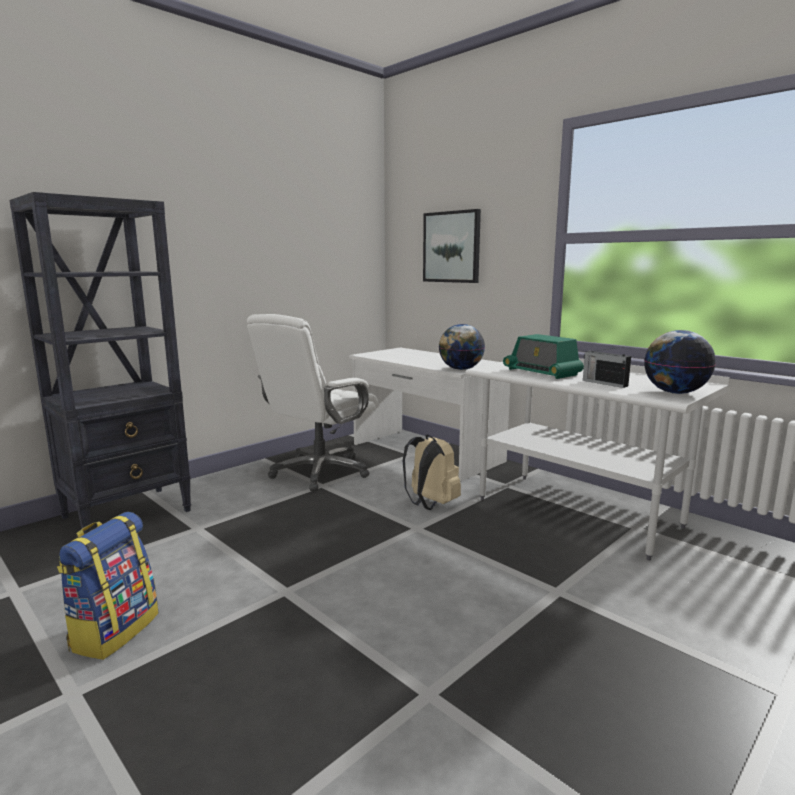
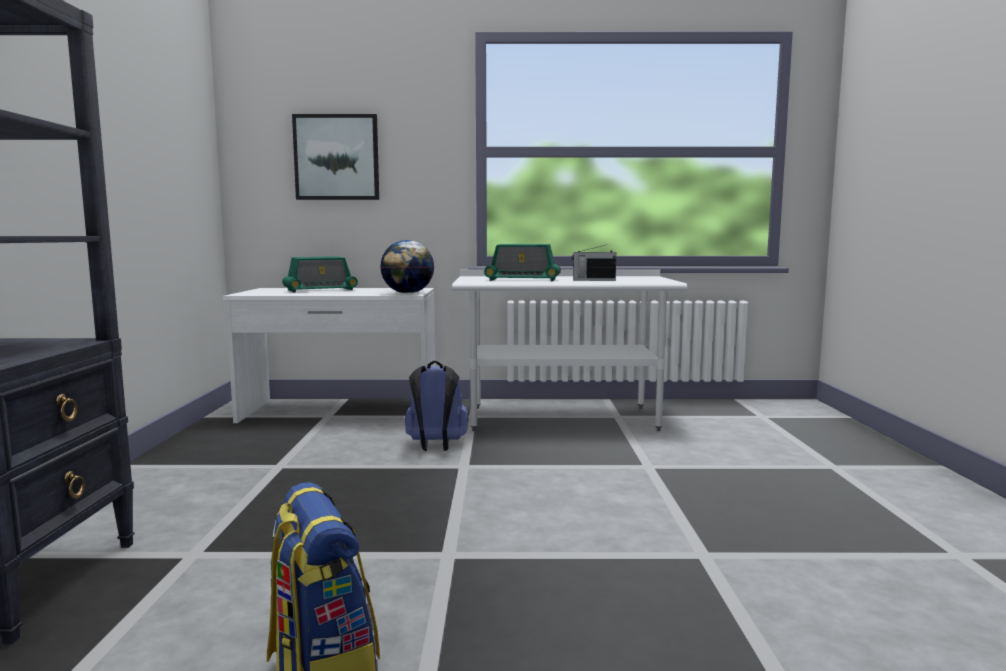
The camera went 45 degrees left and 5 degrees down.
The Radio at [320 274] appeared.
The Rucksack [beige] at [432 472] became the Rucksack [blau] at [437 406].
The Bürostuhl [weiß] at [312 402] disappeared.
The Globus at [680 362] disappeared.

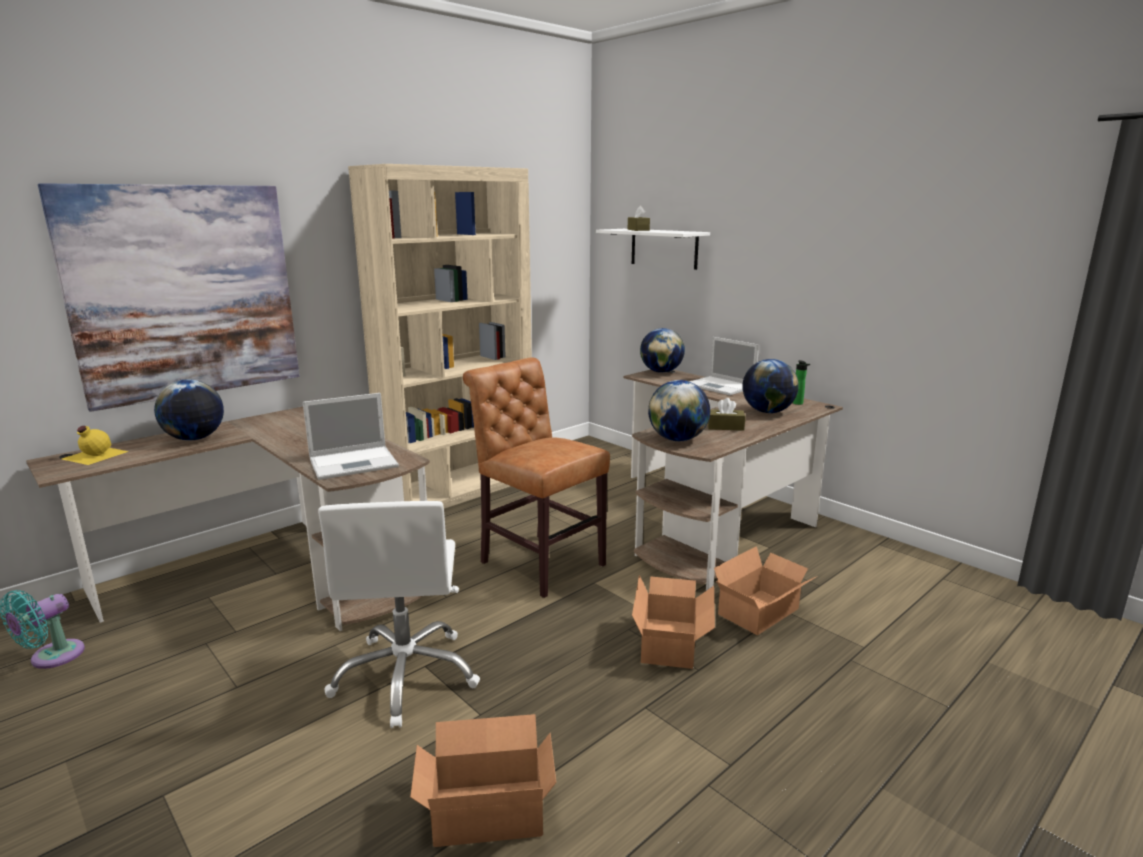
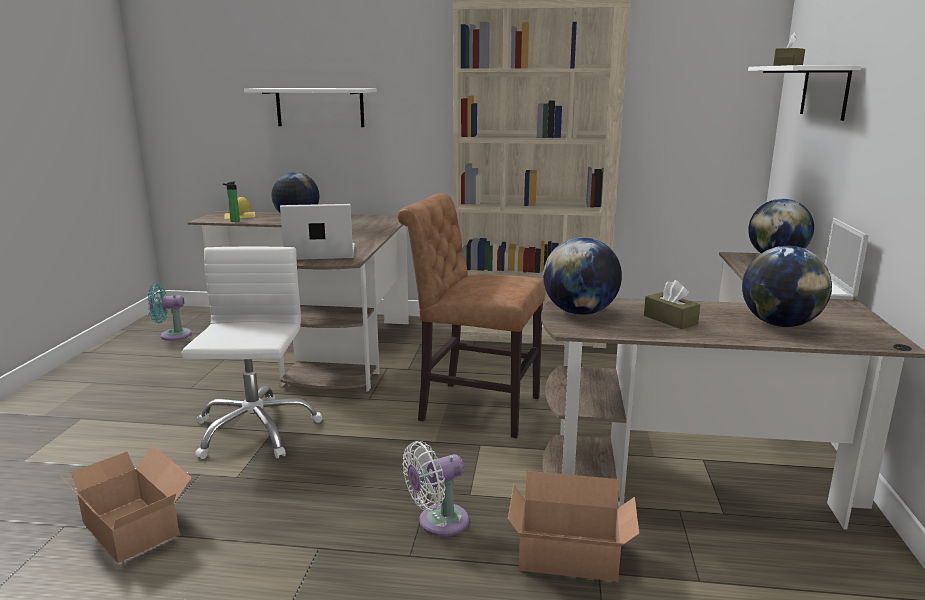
The camera went 50 degrees right and 0 degrees up.
The Bürostuhl [weiß] at [399 614] turned 135 degrees clockwise.
The Flasche moved from [801 382] to [231 201].
The Bild at [169 297] was replaced by the Wandregal [weiß] at [310 107].
The Laptop at [351 436] turned 150 degrees clockwise.
The Stuhl [braun] at [536 477] turned 75 degrees counterclockwise.
The Karton at [673 622] was replaced by the Ventilator [weiß] at [436 489].

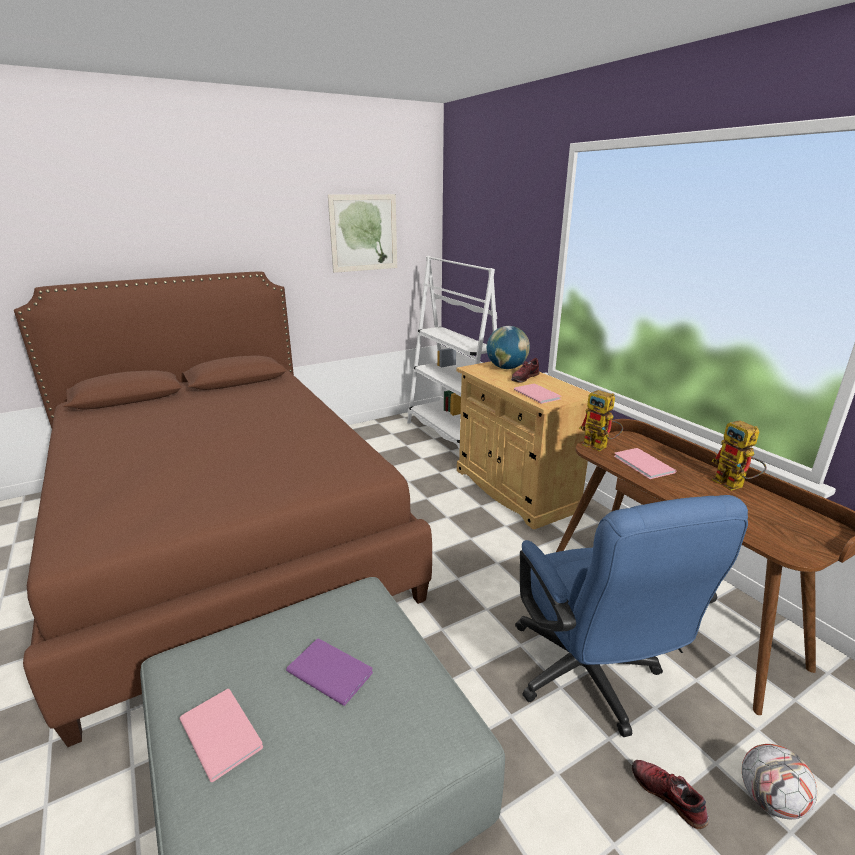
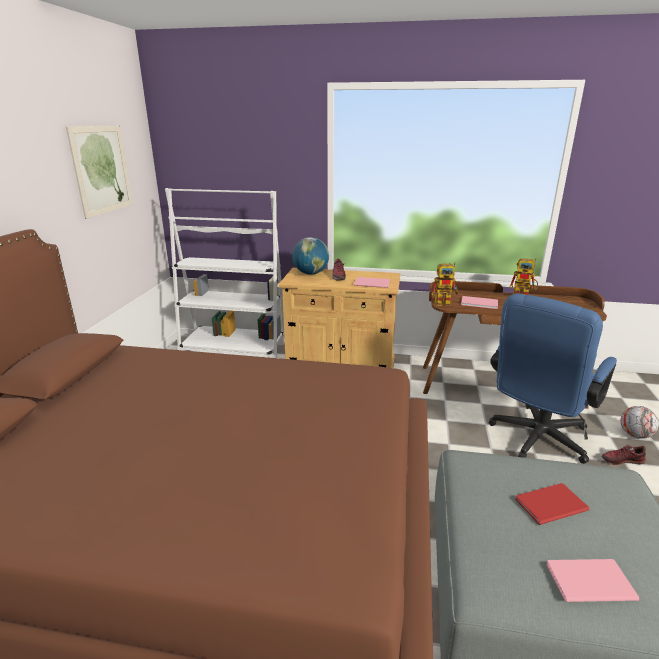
The camera went 50 degrees left and 0 degrees up.
The Bürostuhl [blau] at [631 616] turned 105 degrees clockwise.
The Buch [lila] at [329 672] became the Buch [rot] at [552 504].

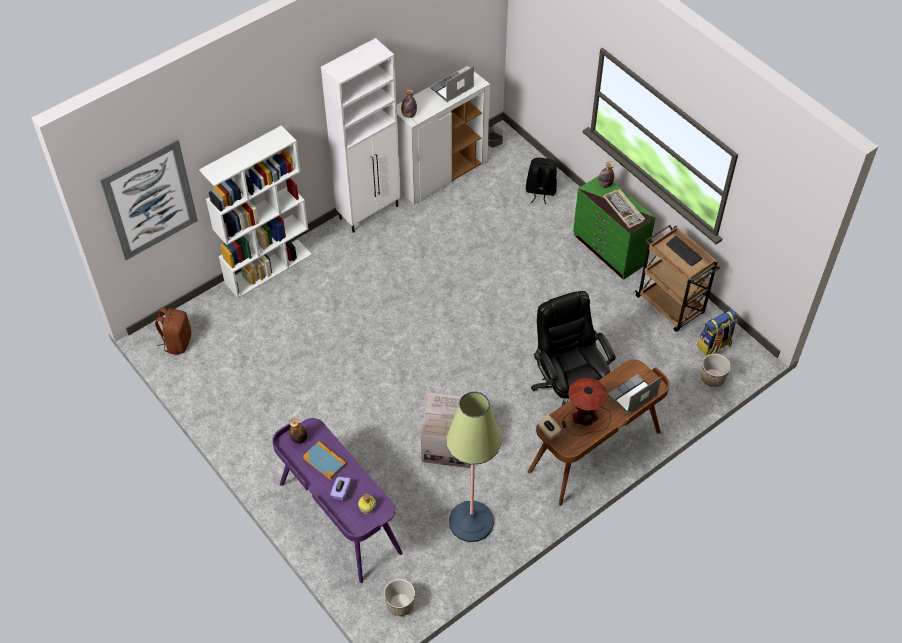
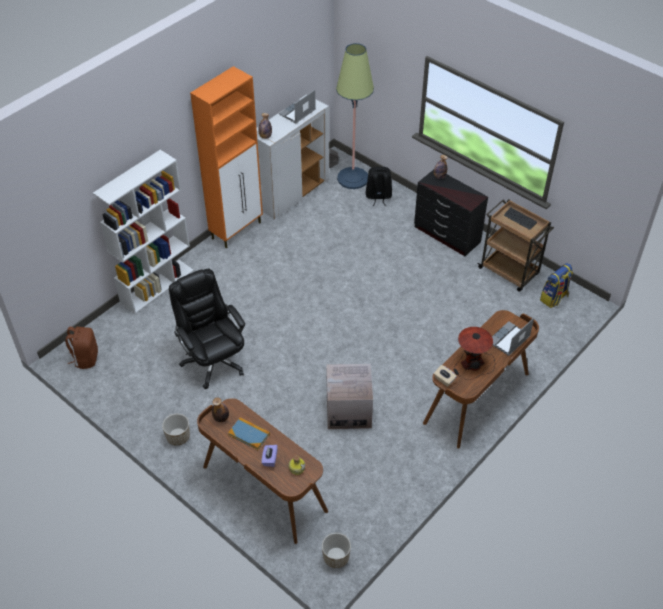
The camera went 10 degrees left and 5 degrees down.
The Pflanzkübel moved from [715 370] to [176 429].
The Bürostuhl [schwarz] moved from [573 348] to [207 329].
The Schrank [weiß] at [361 135] became the Schrank [orange] at [226 157].
The Schreibtisch [lila] at [337 500] became the Schreibtisch [braun] at [262 471].
The Stehlampe moved from [473 467] to [355 116].
The Kommode [grün] at [614 228] became the Kommode [schwarz] at [451 213].
The Bild at [149 199] disappeared.
The Tastatur at [624 208] disappeared.

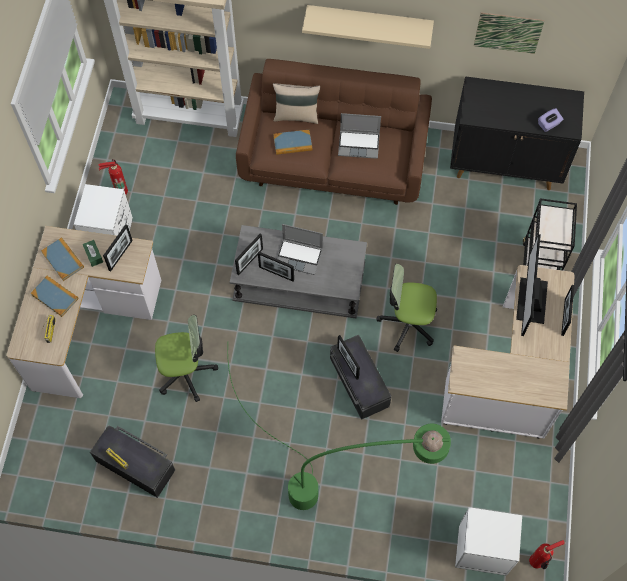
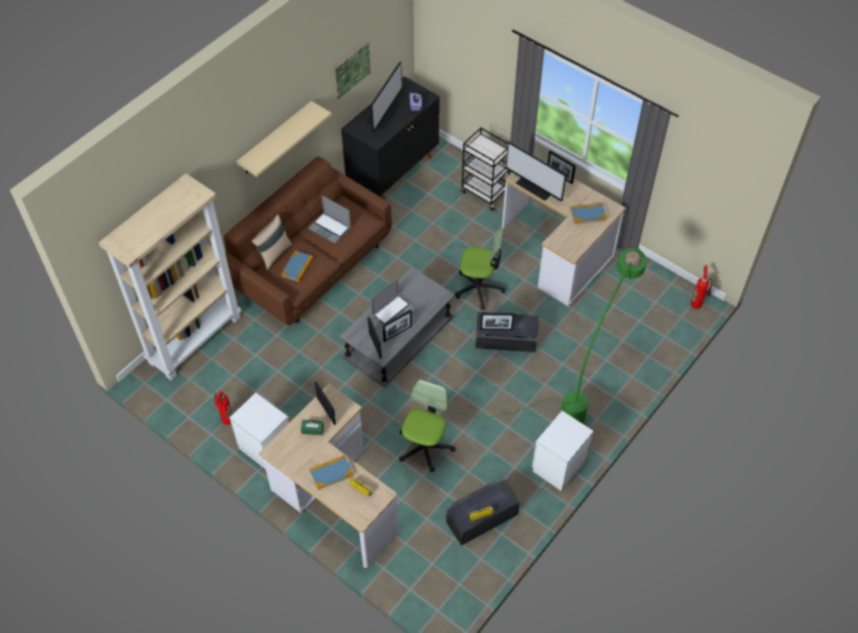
The camera went 60 degrees left and 10 degrees down.
The Laptop at [359 136] turned 90 degrees clockwise.
The Monitor at [384 97] appeared.
The Bürostuhl at [406 308] turned 120 degrees counterclockwise.
The Nachttisch [weiß] moved from [488 541] to [562 451].
The Buch moved from [62 259] to [589 213].

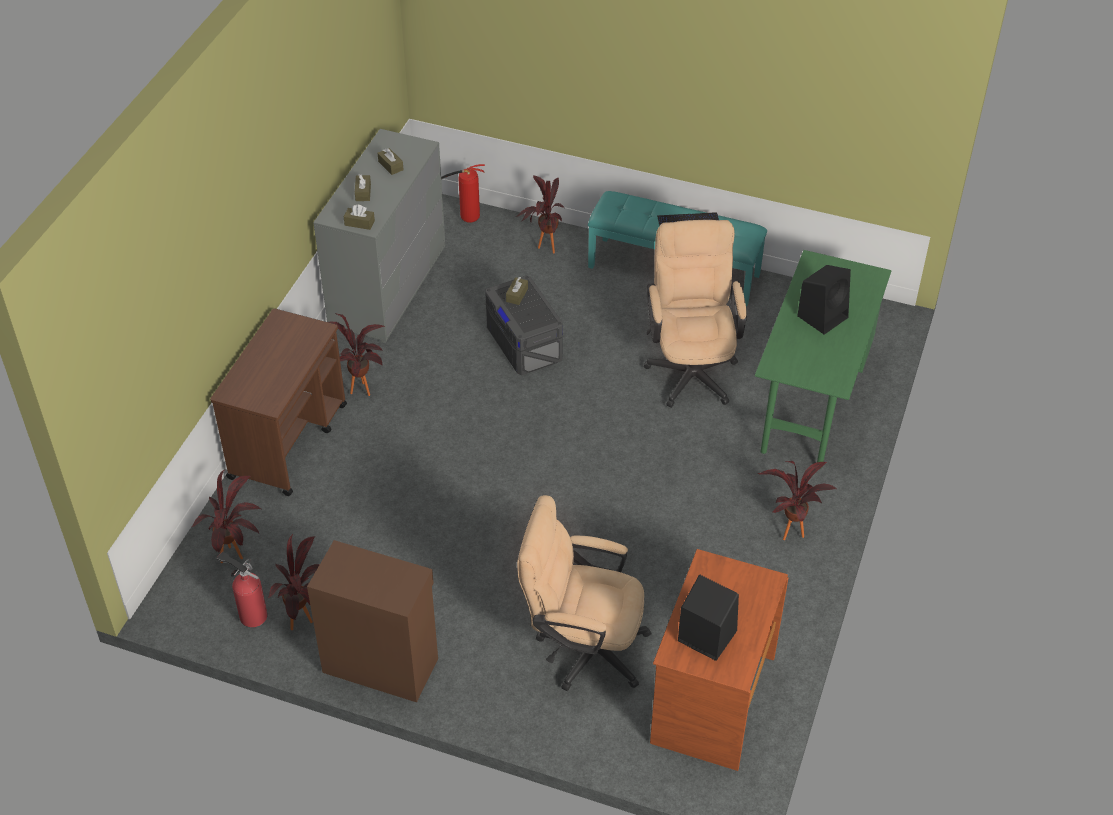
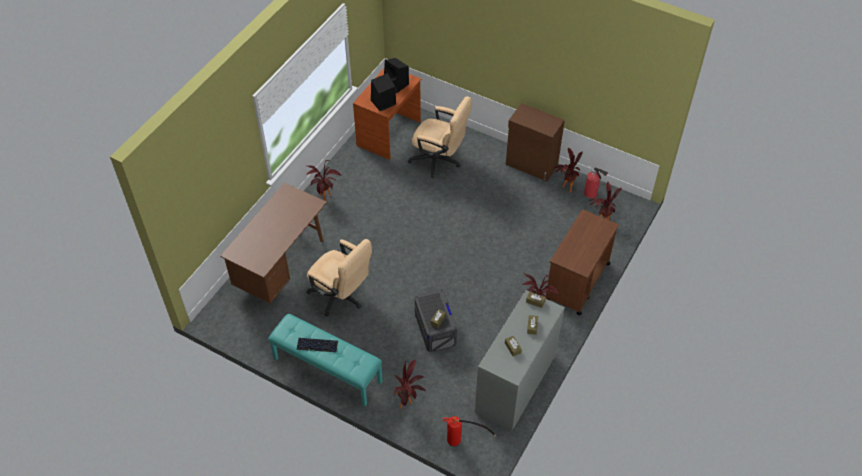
The camera went 170 degrees left and 5 degrees up.
The Schreibtisch [grün] at [823 359] became the Schreibtisch [braun] at [273 243].
The Bürostuhl [beige] at [695 314] turned 60 degrees counterclockwise.
The Lautsprecher [schwarz] moved from [824 300] to [383 92].

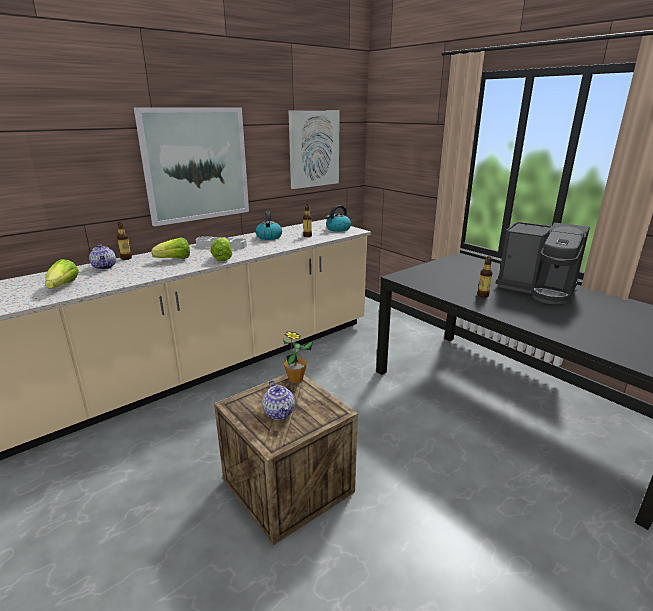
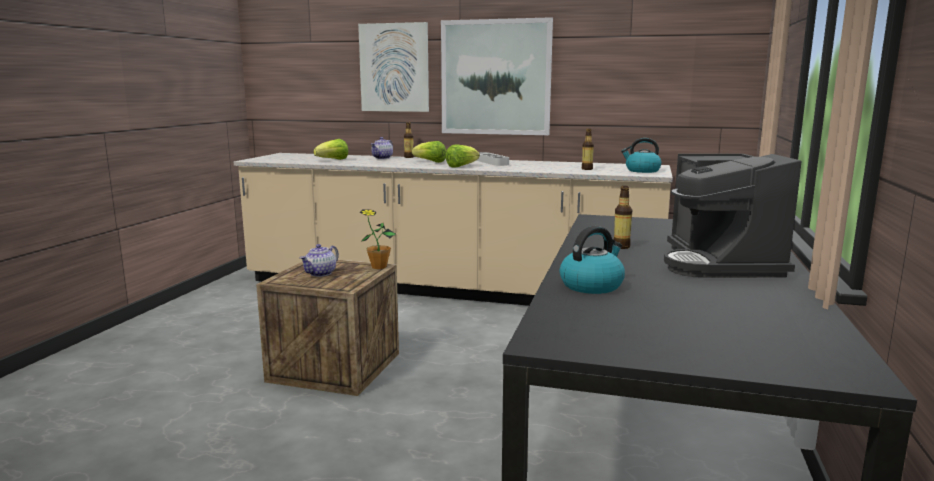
The camera went 55 degrees right and 10 degrees down.
The Bild moved from [314 150] to [393 67].
The Wasserkessel moved from [268 226] to [592 260].

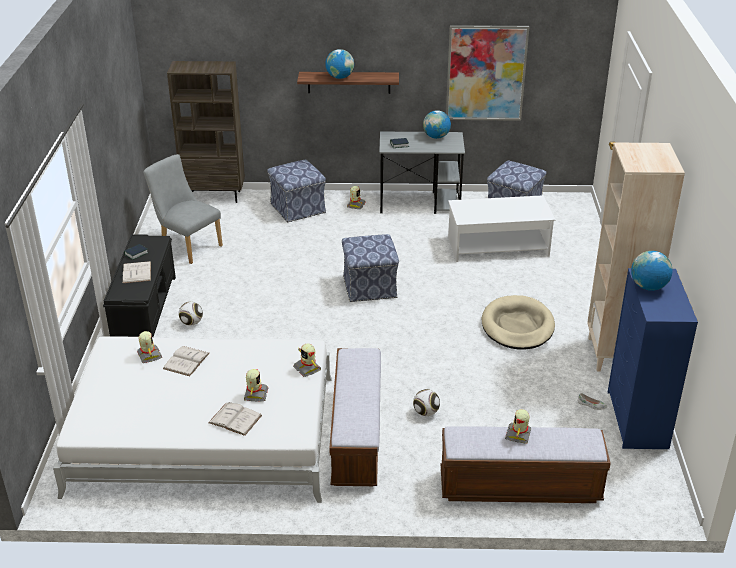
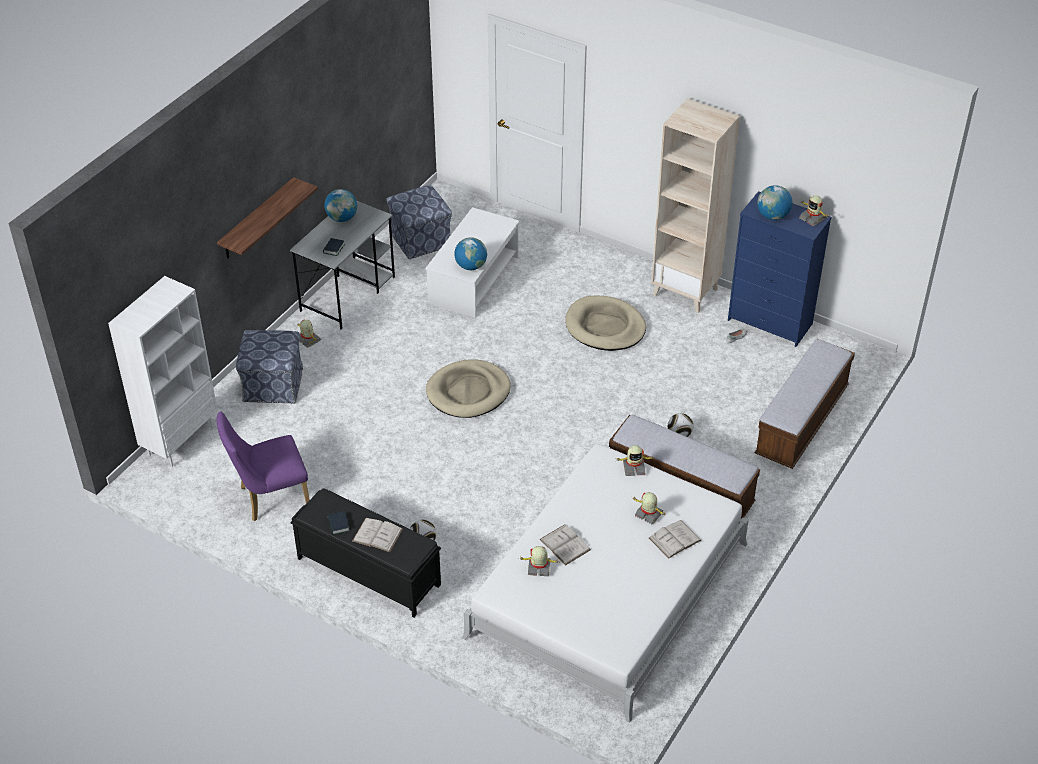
The camera went 60 degrees left and 10 degrees up.
The Bücherregal [braun] at [206 132] became the Bücherregal [weiß] at [163 371].
The Stuhl [grau] at [183 209] became the Stuhl [lila] at [263 466].
The Polsterhocker at [370 268] was replaced by the Hundebett [beige] at [468 388].
The Globus moved from [340 64] to [470 253].
The Spielzeugroboter moved from [518 426] to [813 210].
The Bild at [487 73] disappeared.

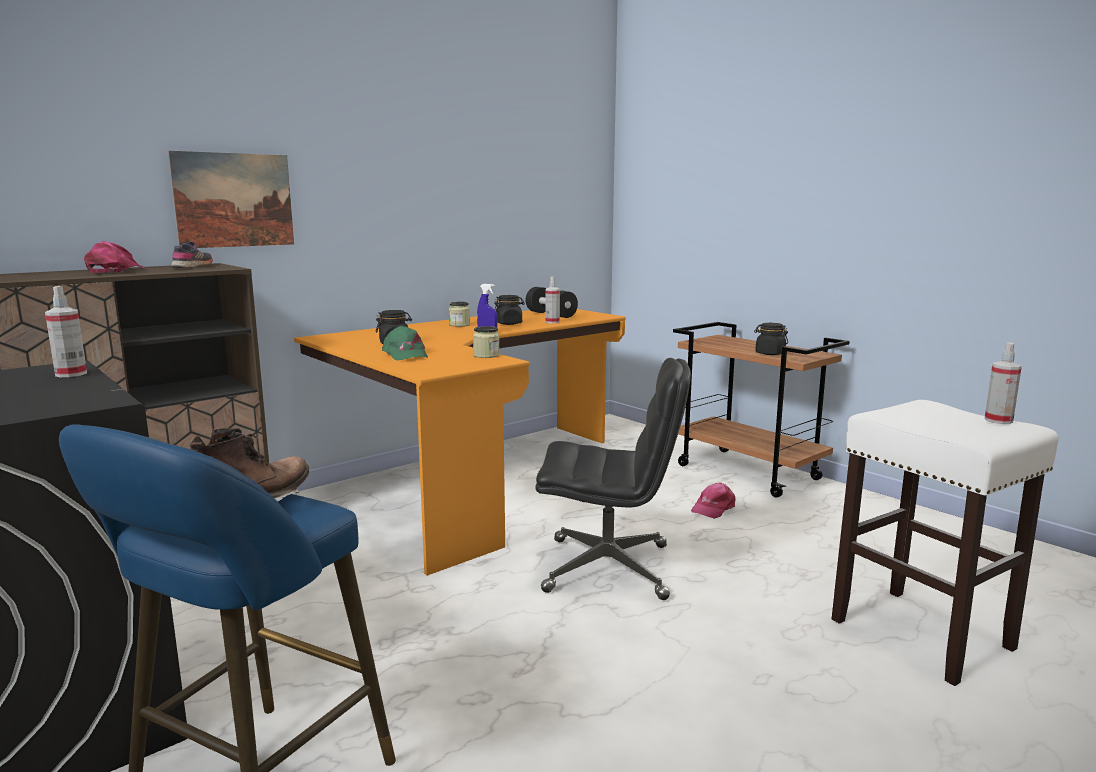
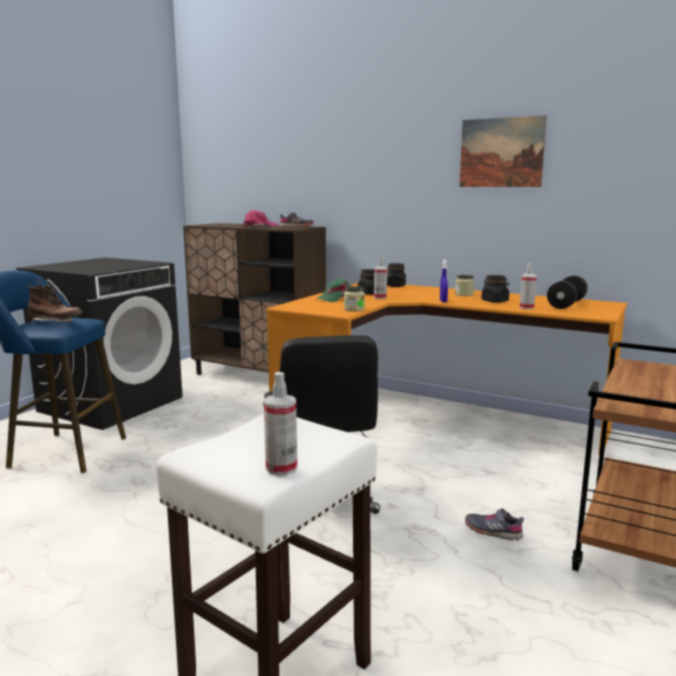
The camera went 70 degrees right and 0 degrees up.
The Sprühflasche moved from [66 331] to [380 277].
The Vorratsglas [schwarz] moved from [771 339] to [396 275].
The Bild moved from [231 199] to [503 151].
The Kappe [rosa] at [713 500] was replaced by the Schuh [grau] at [494 524].

